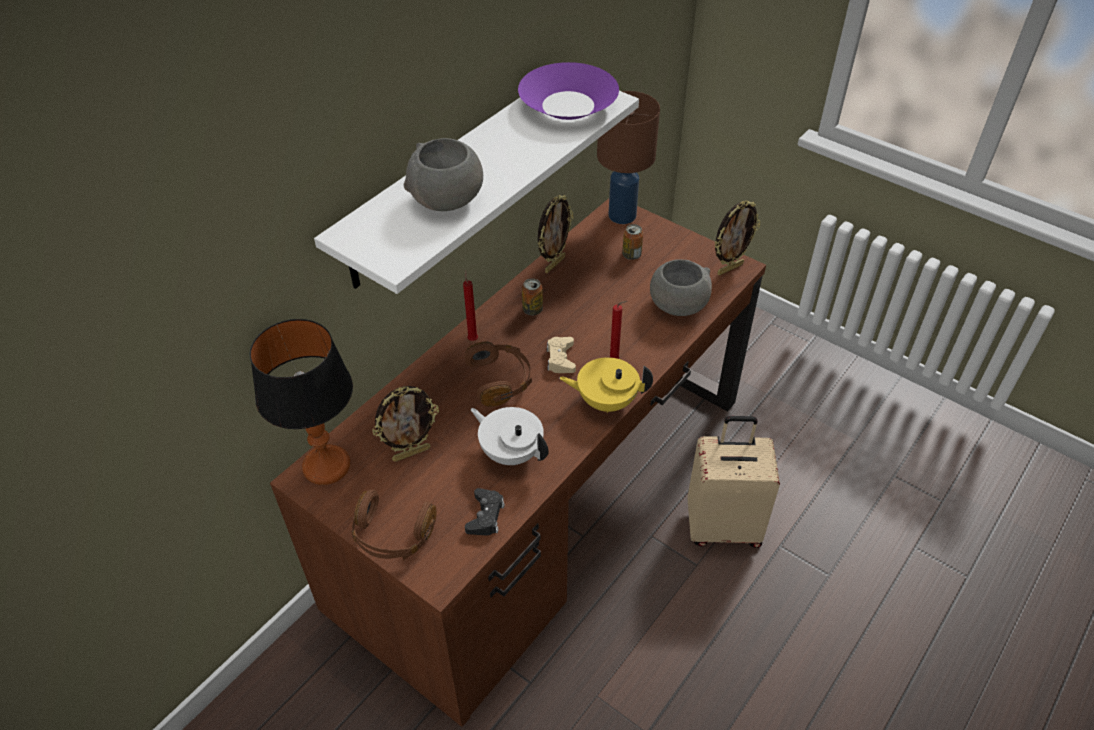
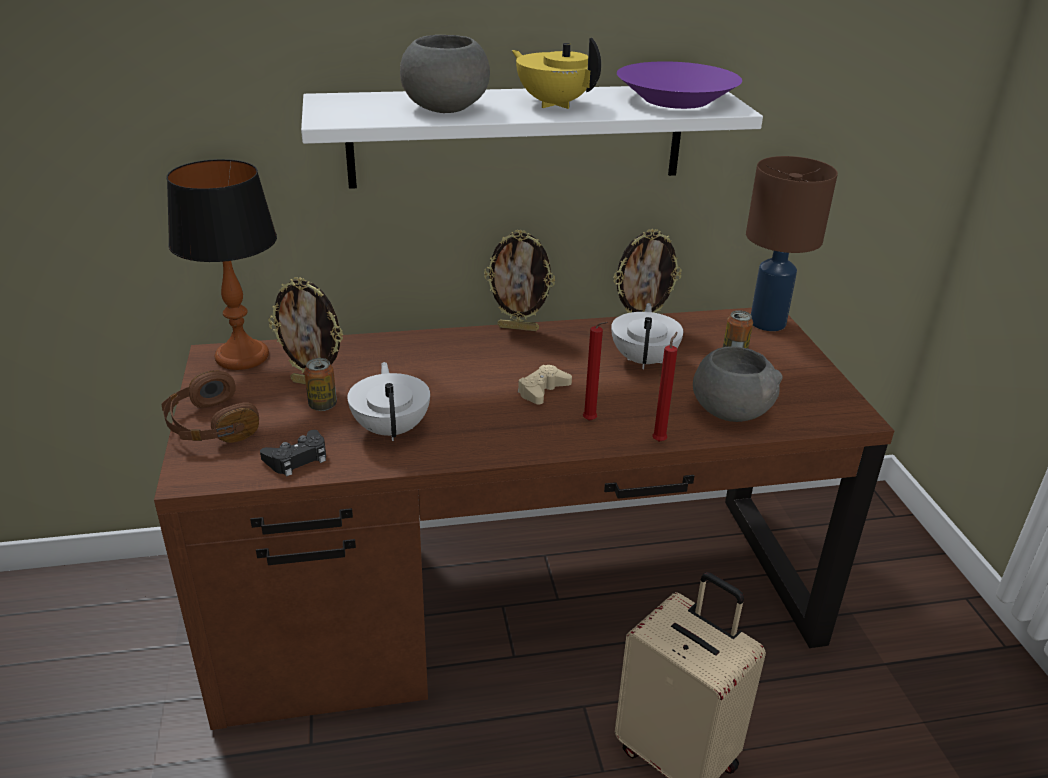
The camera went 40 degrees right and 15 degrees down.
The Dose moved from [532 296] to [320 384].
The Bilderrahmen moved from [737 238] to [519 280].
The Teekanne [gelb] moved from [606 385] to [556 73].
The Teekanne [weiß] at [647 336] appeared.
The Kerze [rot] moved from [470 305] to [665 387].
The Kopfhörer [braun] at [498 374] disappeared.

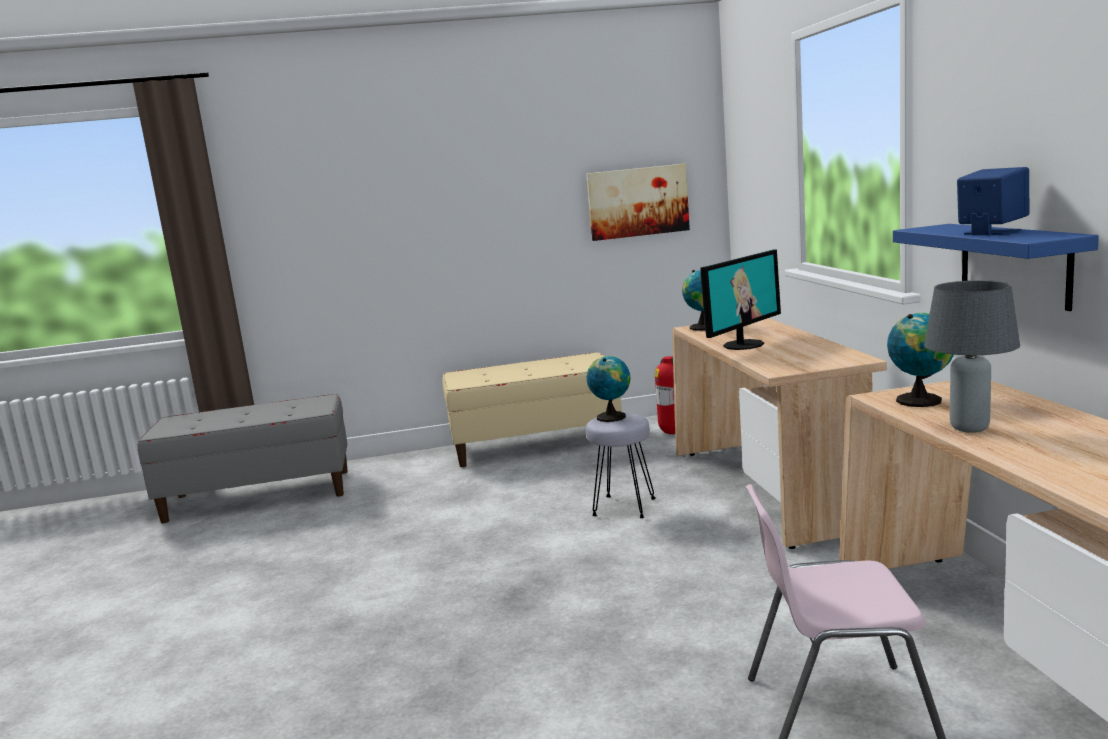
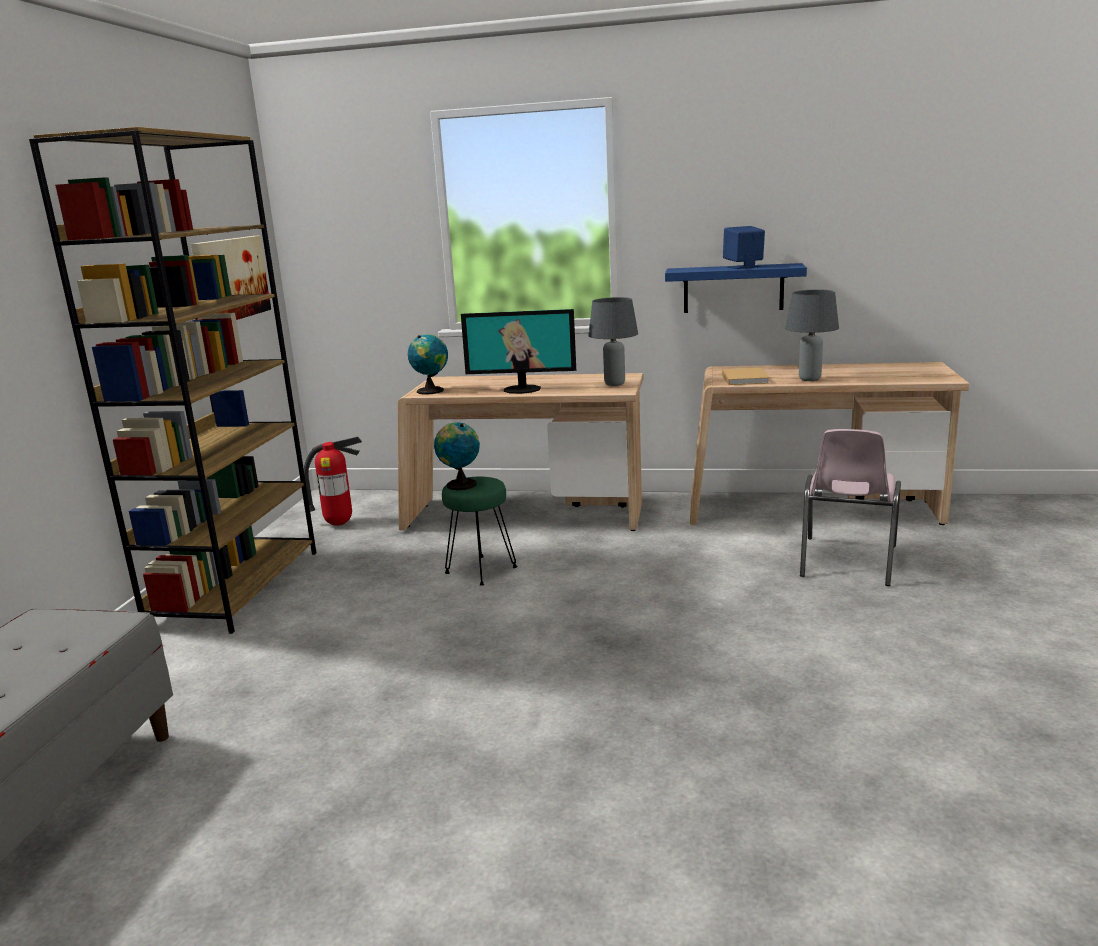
The camera went 70 degrees left and 5 degrees up.
The Bank [beige] at [532 409] was replaced by the Bücherregal [braun] at [172 380].
The Hocker [grau] at [621 465] became the Hocker [grün] at [479 531].
The Monitor at [740 299] turned 120 degrees clockwise.
The Tischlampe [grau] at [613 341] appeared.
The Globus at [920 360] was replaced by the Buch [beige] at [746 376].

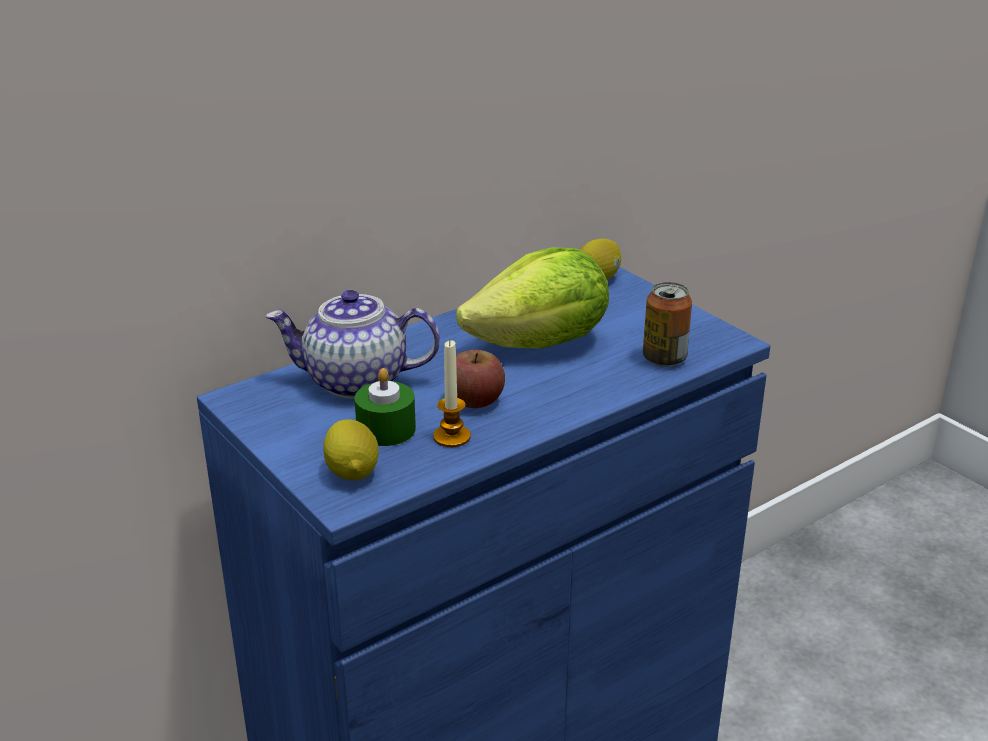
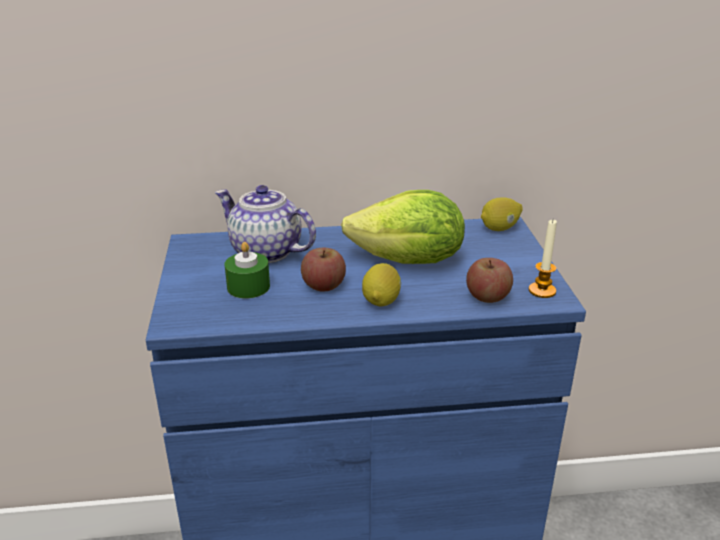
The camera went 30 degrees right and 0 degrees up.
The Zitrone moved from [351 450] to [381 284].
The Dose at [667 324] was replaced by the Apfel at [489 280].
The Kerze moved from [452 393] to [543 259].

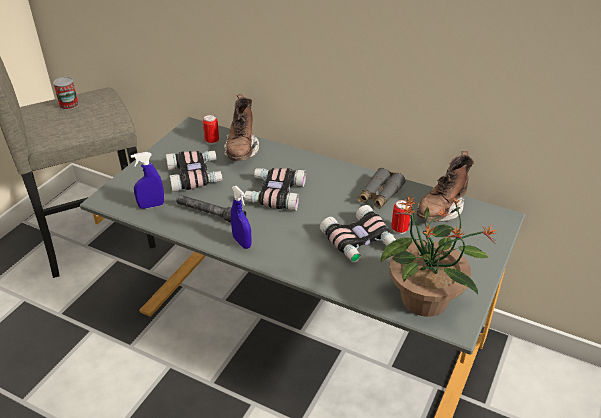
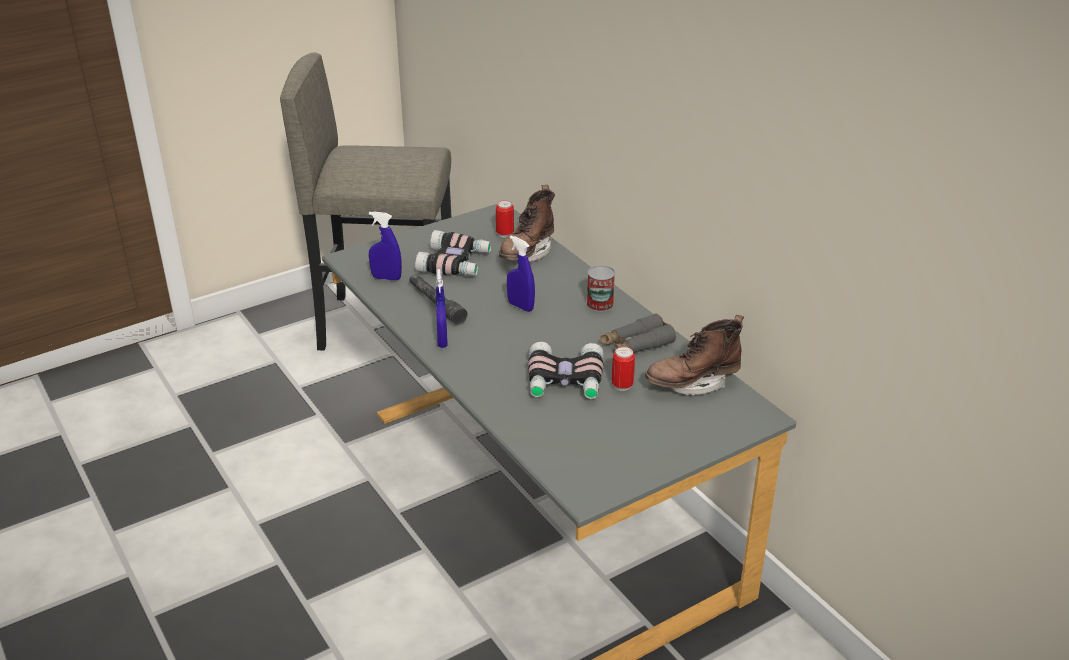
The camera went 30 degrees right and 5 degrees down.
The Fernglas at [275 189] was replaced by the Sprühflasche [blau] at [521 274].
The Dose moved from [66 93] to [601 288].
The Topfpflanze at [439 257] disappeared.

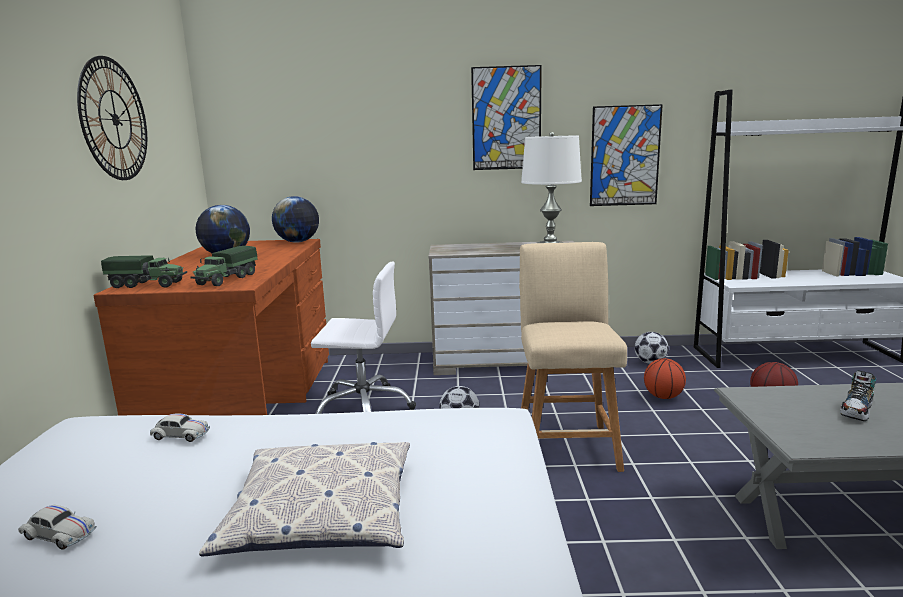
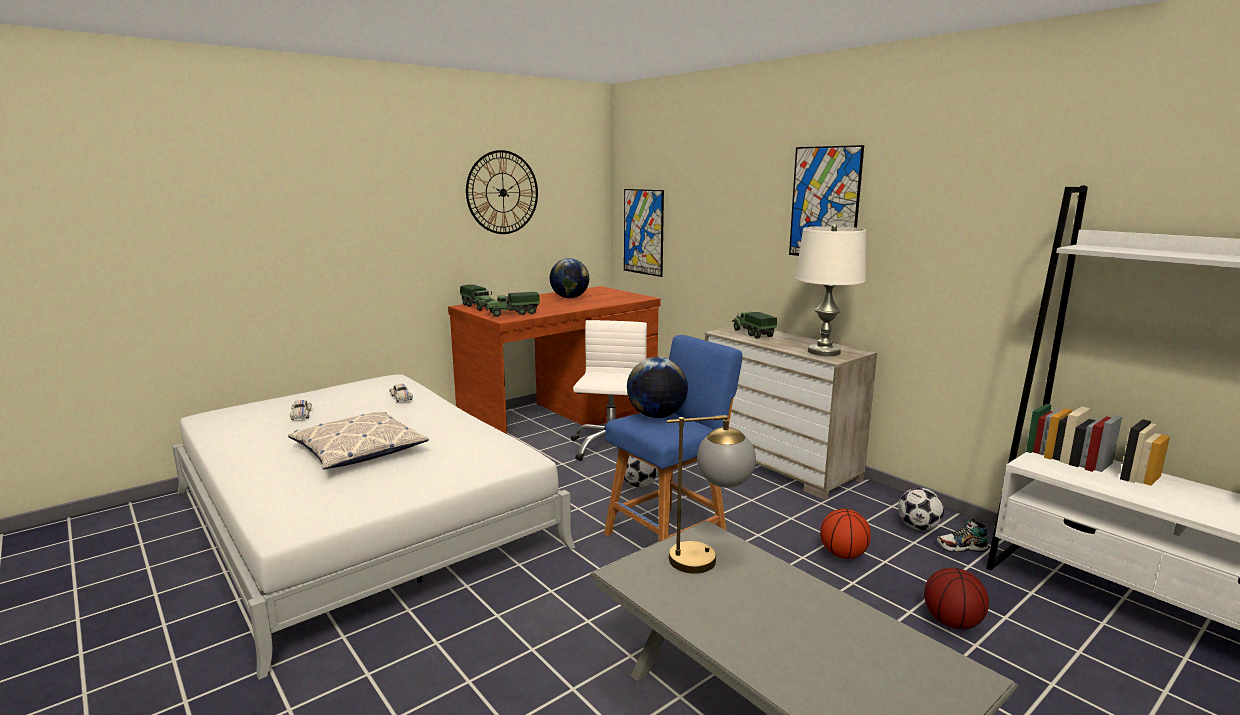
The camera went 50 degrees right and 0 degrees up.
The Bürostuhl [weiß] at [363 338] turned 135 degrees counterclockwise.
The Hocker [beige] at [573 357] became the Hocker [blau] at [673 438].
The Bild moved from [626 155] to [644 233].
The Globus moved from [295 219] to [657 387].
The Tischlampe at [711 494] appeared.
The Spielzeuglaster at [754 325] appeared.
The Schuh moved from [858 395] to [962 535].

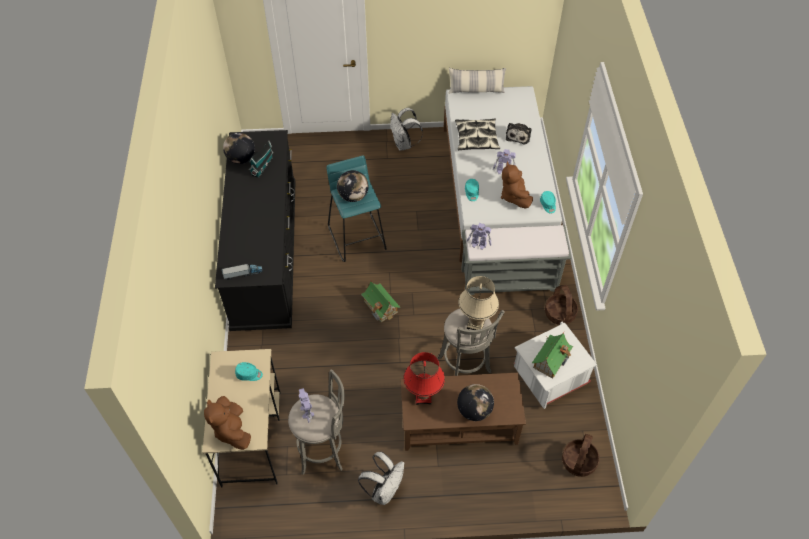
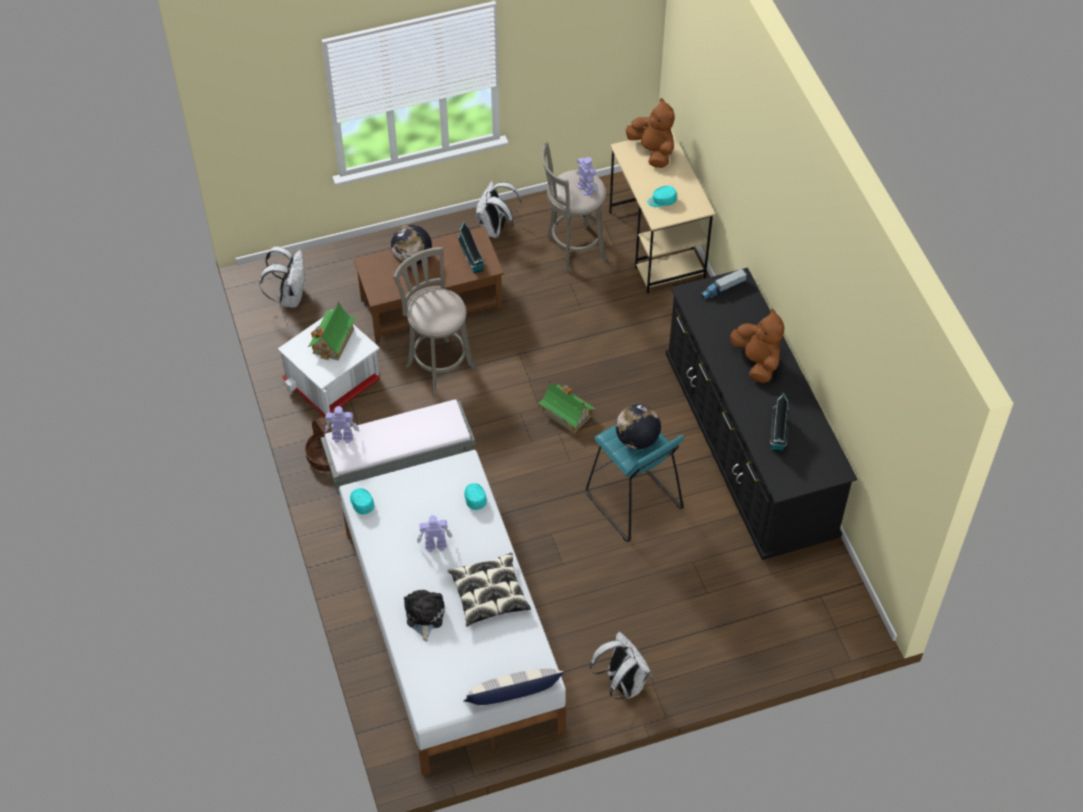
The camera went 165 degrees right and 0 degrees up.
The Korb at [581 455] was replaced by the Rucksack [weiß] at [282 277].
The Spielzeugroboter moved from [479 236] to [341 424].
The Tischlampe [rot] at [424 378] was replaced by the Spielzeughaus at [471 247].
The Plüschtier [braun] moved from [517 185] to [757 345].
The Globus at [239 148] disappeared.
The Tischlampe [beige] at [478 303] disappeared.

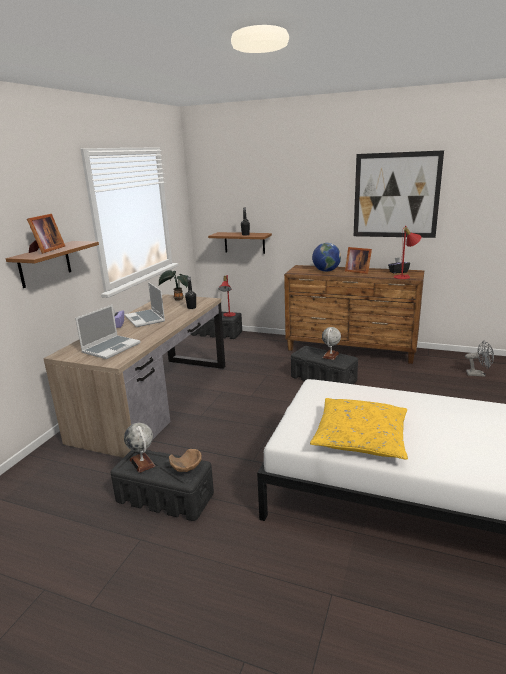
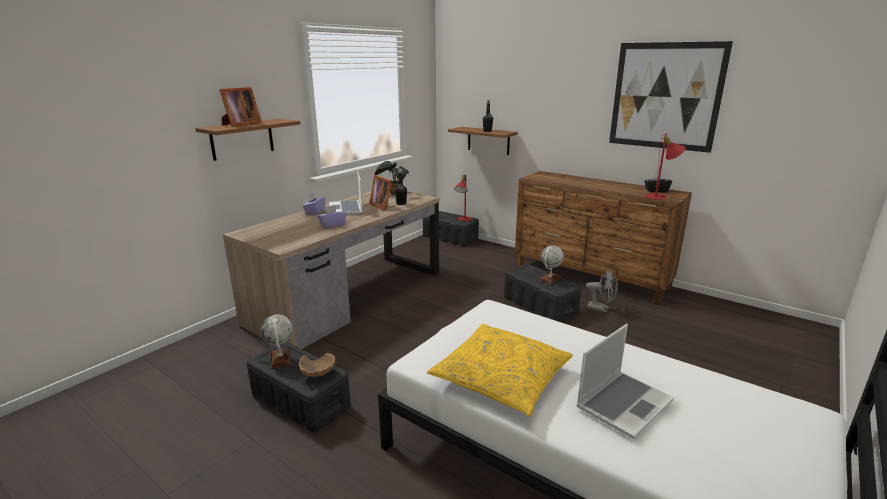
The camera went 15 degrees right and 0 degrees up.
The Taschentuchbox [lila] at [331 216] appeared.
The Bilderrahmen moved from [358 260] to [380 193].
The Laptop moved from [108 332] to [625 381].
The Ventilator [grau] moved from [479 359] to [602 291].
The Globus at [326 257] disappeared.

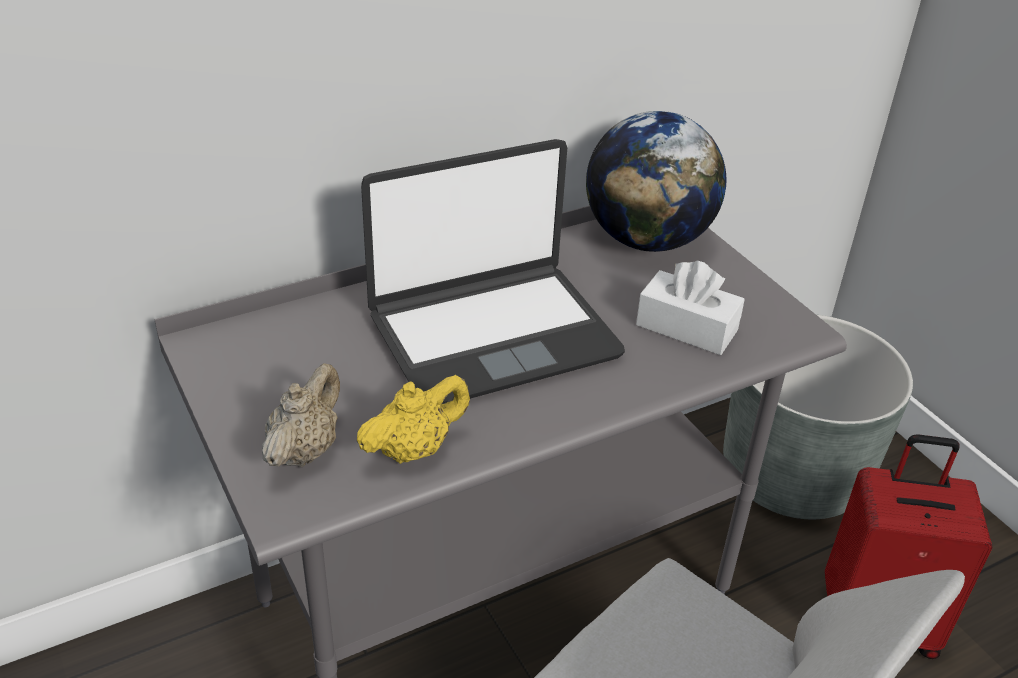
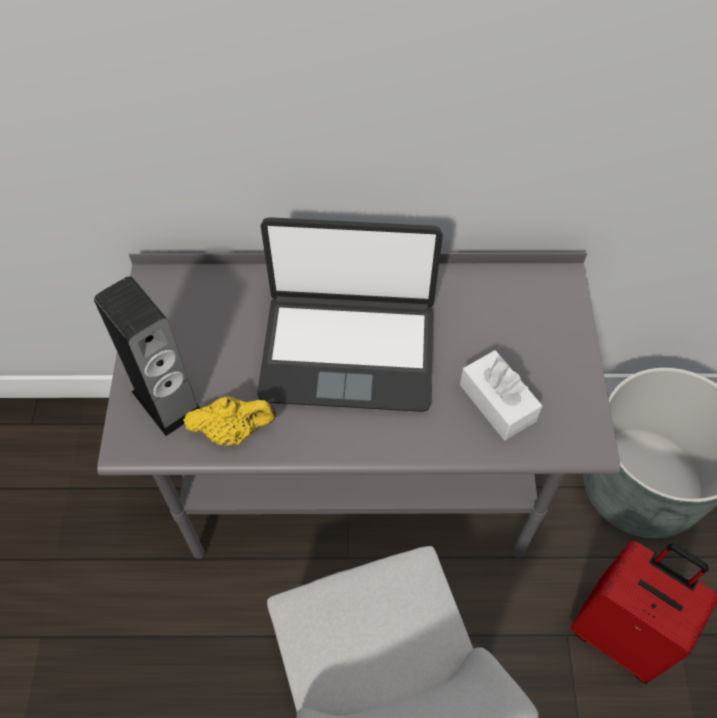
The camera went 30 degrees right and 20 degrees up.
The Teekanne [beige] at [301 415] was replaced by the Lautsprecher at [147 356].
The Globus at [656 181] disappeared.

